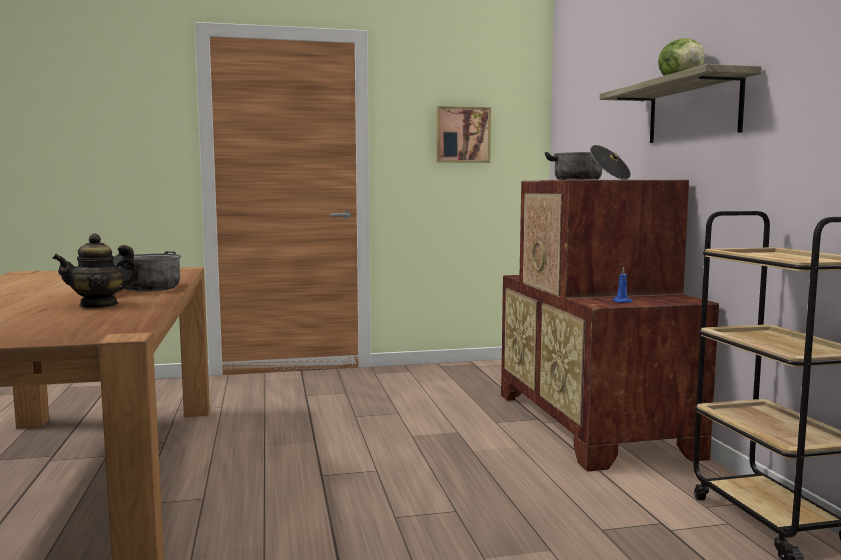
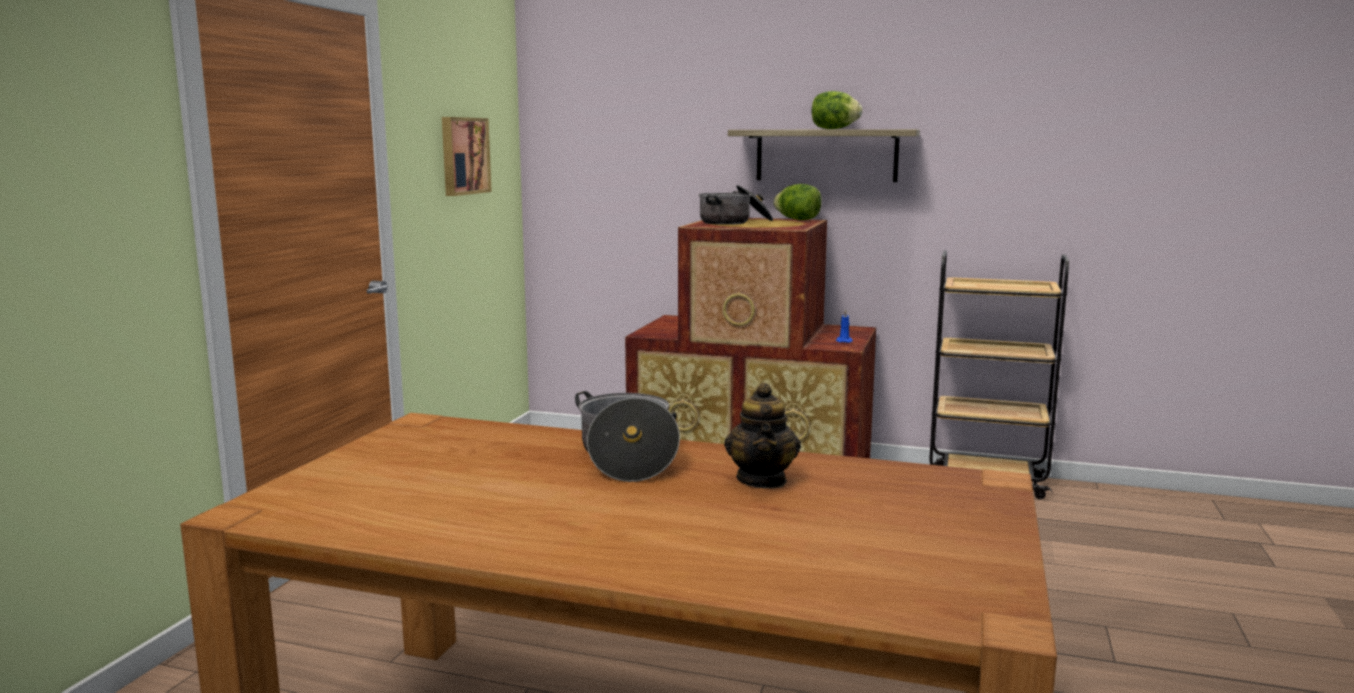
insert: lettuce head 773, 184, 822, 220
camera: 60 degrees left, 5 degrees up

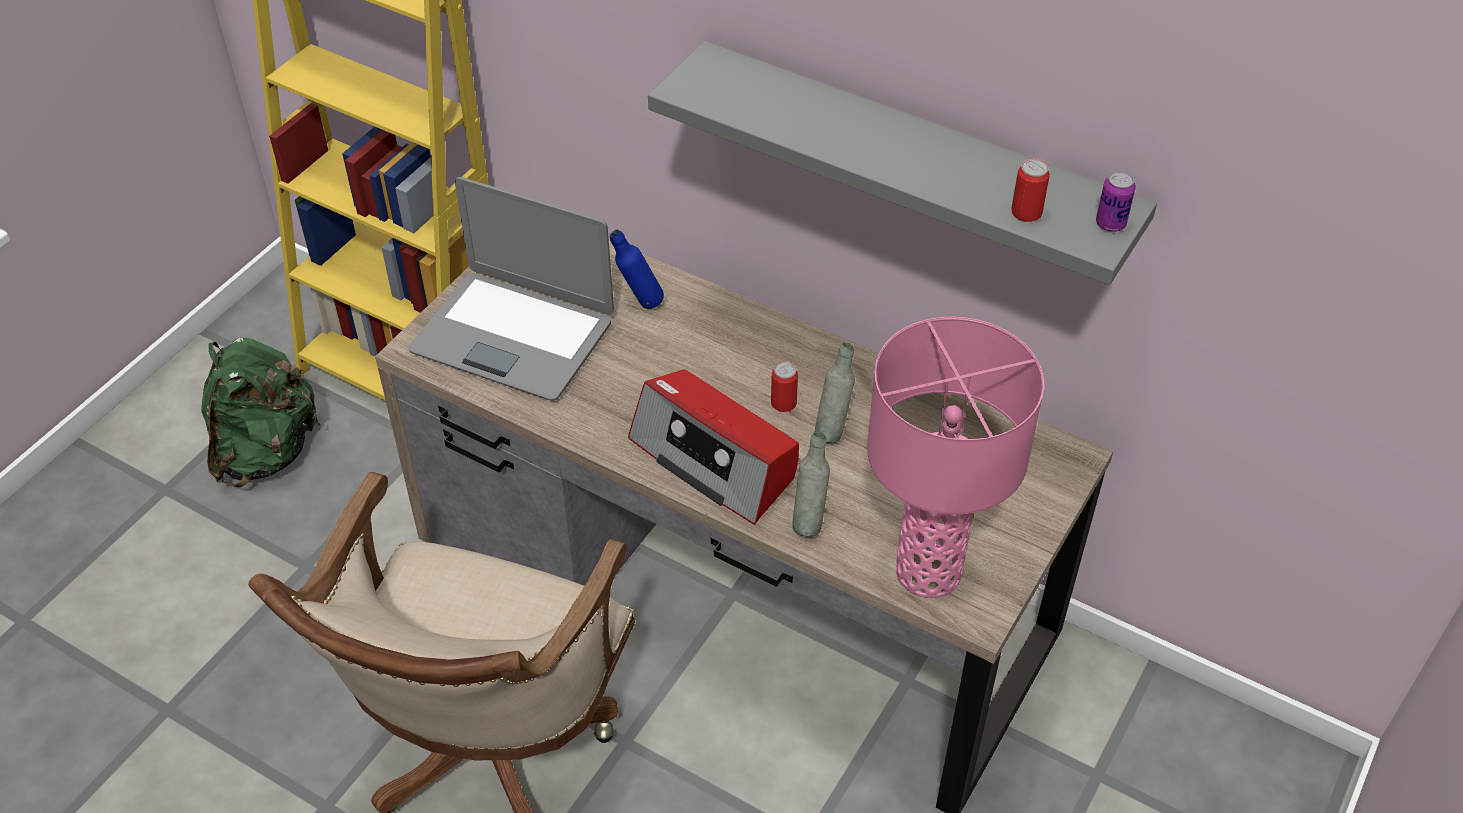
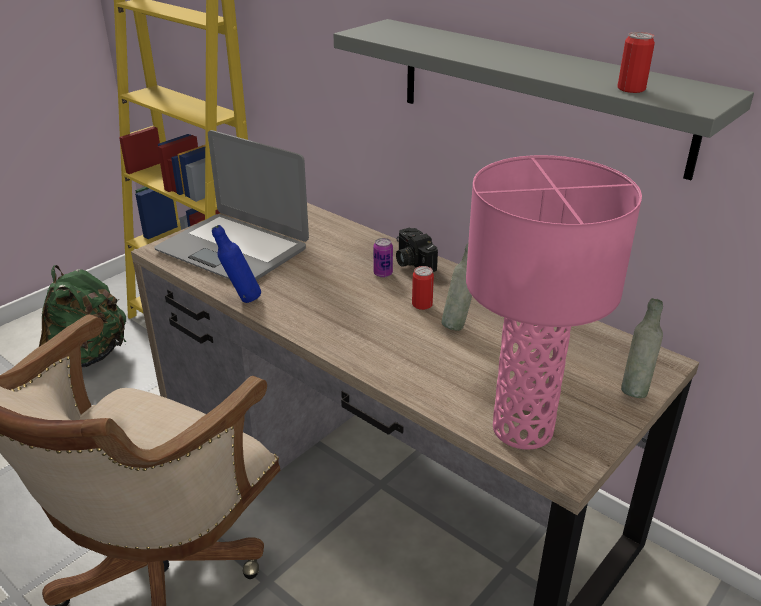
delete: radio 628, 369, 799, 525
insert: photo camera 396, 228, 438, 272
move: beverage bottle/blue 610, 230, 664, 309 to 212, 225, 261, 303; beverage bottle/grey 792, 432, 830, 537 to 621, 298, 663, 398; can 1096, 171, 1136, 232 to 373, 238, 393, 278
camera: 10 degrees right, 15 degrees down

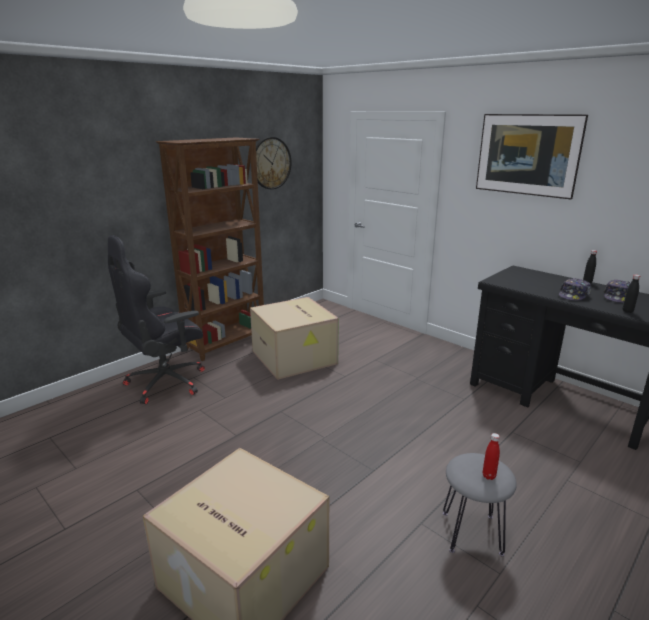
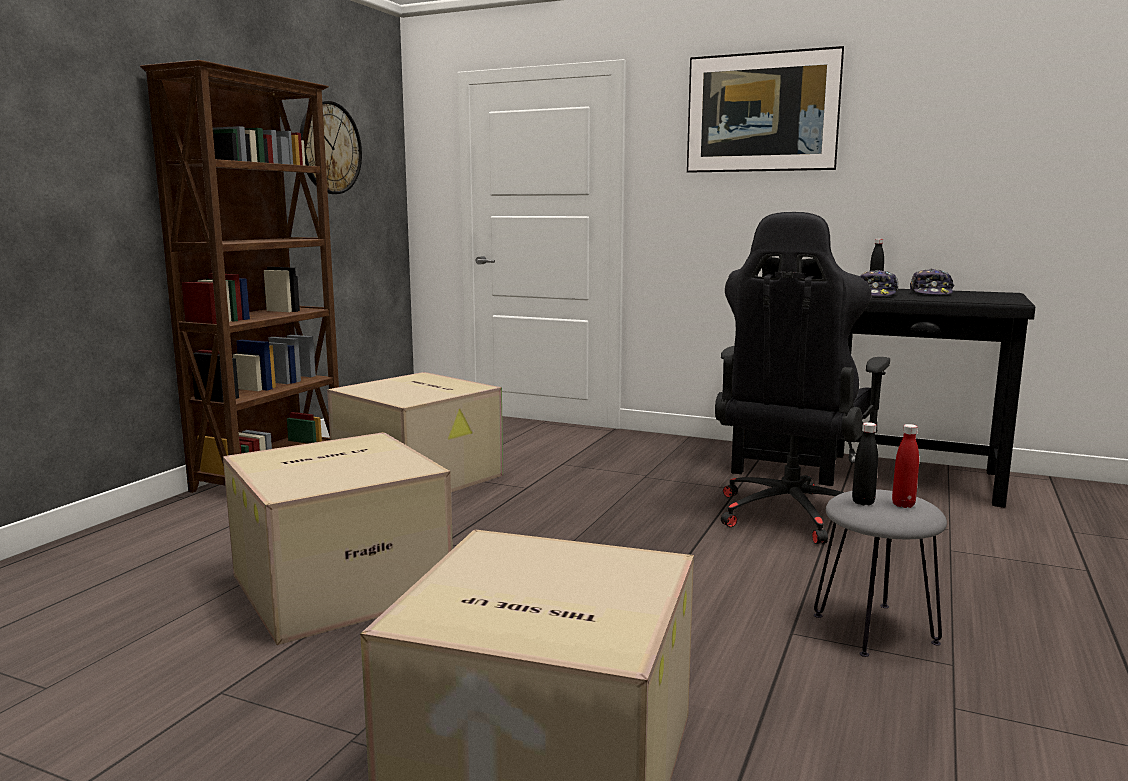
insert: cardboard box 223, 432, 453, 645
move: office chair/black 108, 235, 205, 404 to 715, 212, 890, 544; beverage bottle/black 623, 274, 640, 313 to 852, 422, 878, 505
camera: 20 degrees left, 10 degrees down

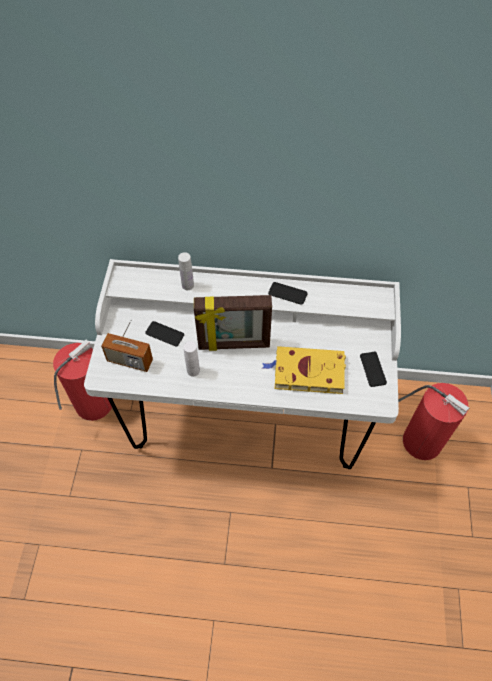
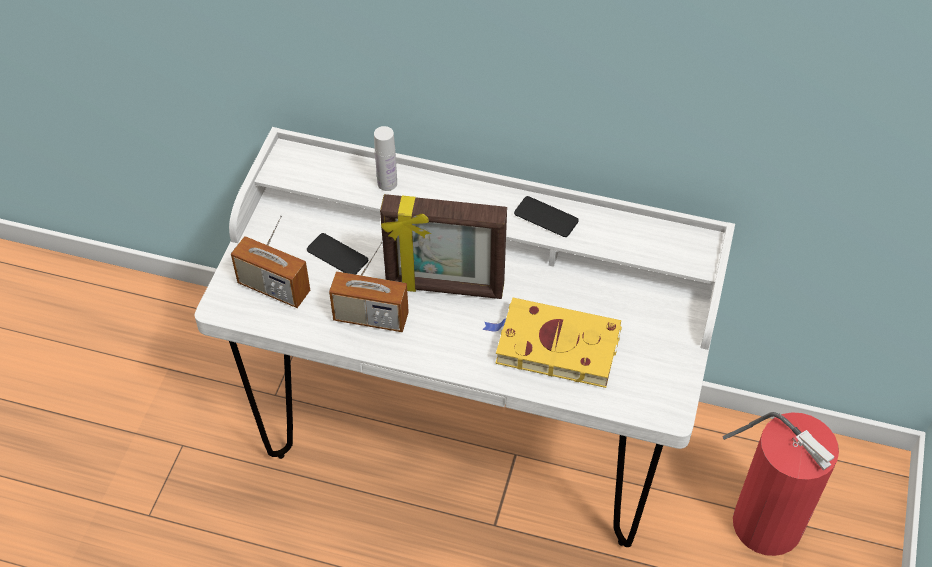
delete: fire-fighting cylinder 53, 339, 113, 421; phone 360, 352, 387, 387
replace: beverage bottle/white 183, 341, 200, 377 to radio 329, 241, 409, 332
camera: 10 degrees right, 5 degrees down

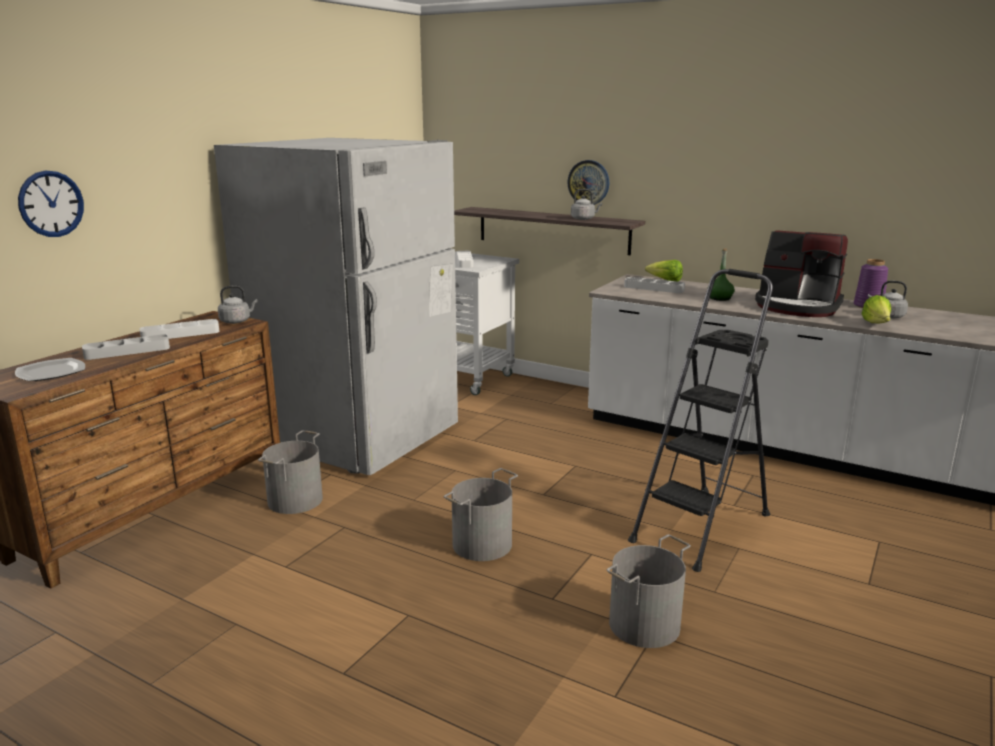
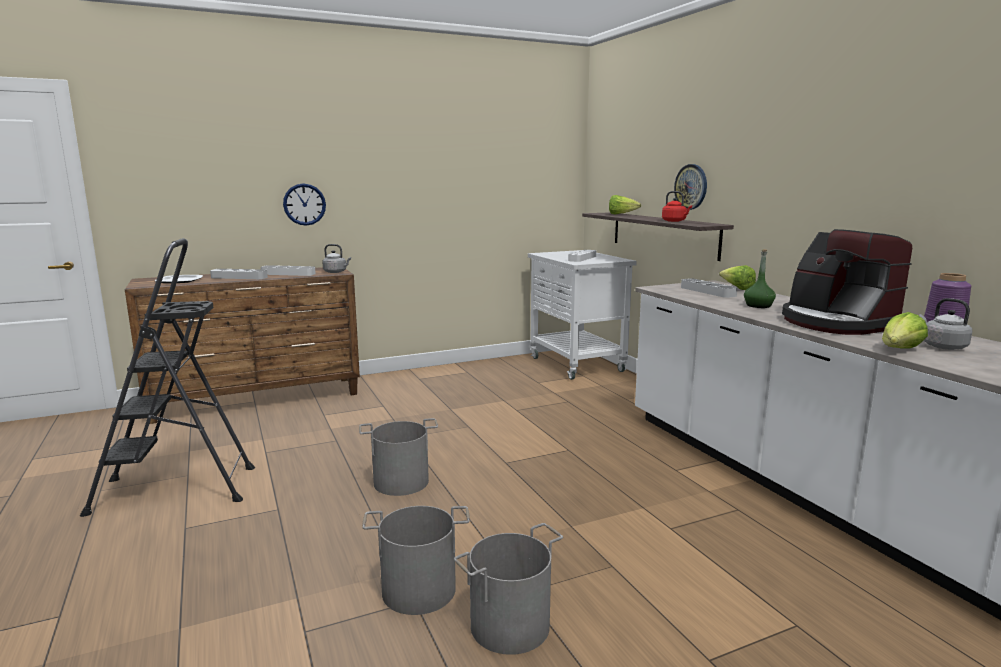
delete: fridge/white 214, 138, 458, 475
insert: lettuce head 609, 195, 641, 215
move: wall clock 18, 170, 84, 237 to 283, 183, 326, 226; water bucket/grey 258, 430, 323, 514 to 454, 523, 563, 655; step stool 628, 269, 773, 572 to 80, 238, 255, 517
recolor: kettle/grey 571, 189, 602, 220 to kettle/red 662, 191, 692, 222
camera: 35 degrees right, 5 degrees down

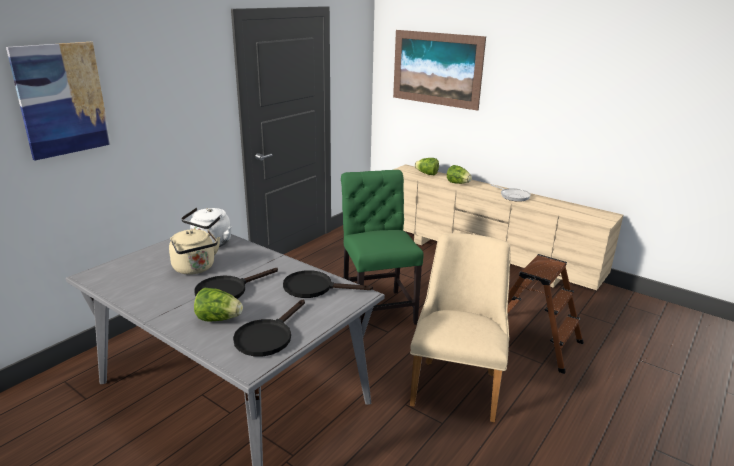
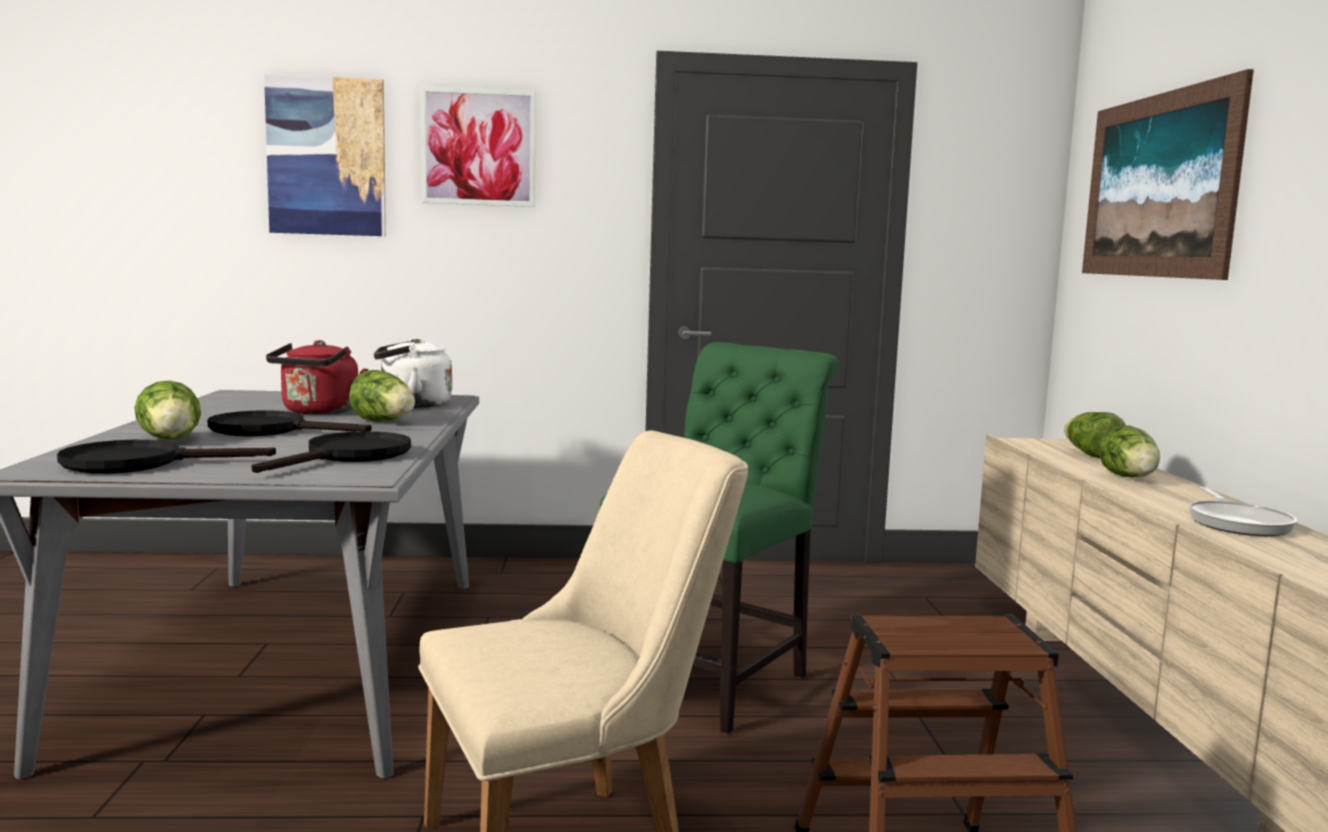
insert: lettuce head 349, 370, 415, 422; picture 421, 86, 536, 207
recolor: kettle/beige 169, 229, 220, 275 to kettle/red 266, 340, 368, 415
rotate: skillet/black 283, 270, 373, 298 = 252, 431, 411, 473 60 degrees clockwise
camera: 50 degrees right, 15 degrees down

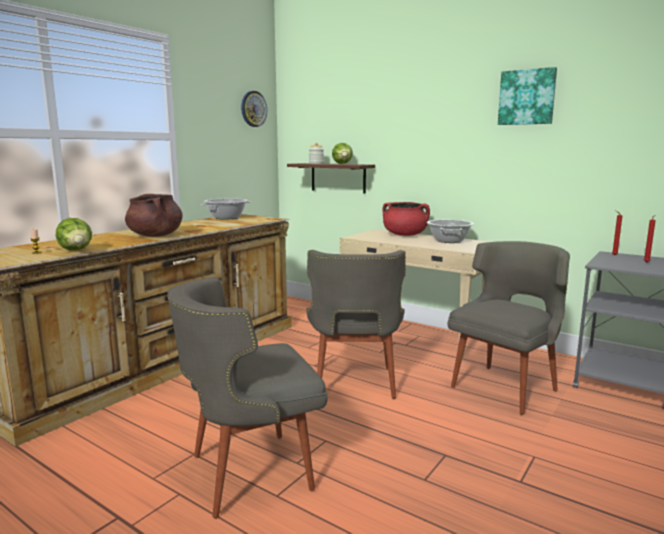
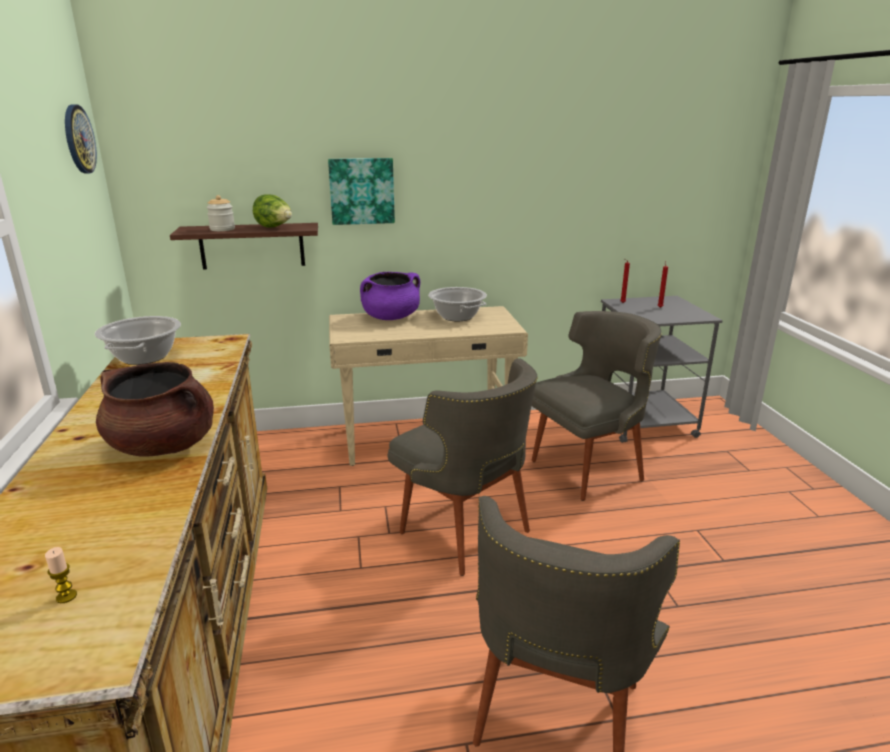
delete: lettuce head 56, 218, 92, 250
move: picture 498, 67, 557, 125 to 328, 158, 395, 225
recolor: cooking pot/red 382, 202, 430, 236 to cooking pot/purple 360, 272, 420, 320
rotate: plain chair/grey 448, 241, 570, 415 = 532, 311, 662, 501 60 degrees clockwise
camera: 45 degrees left, 10 degrees up

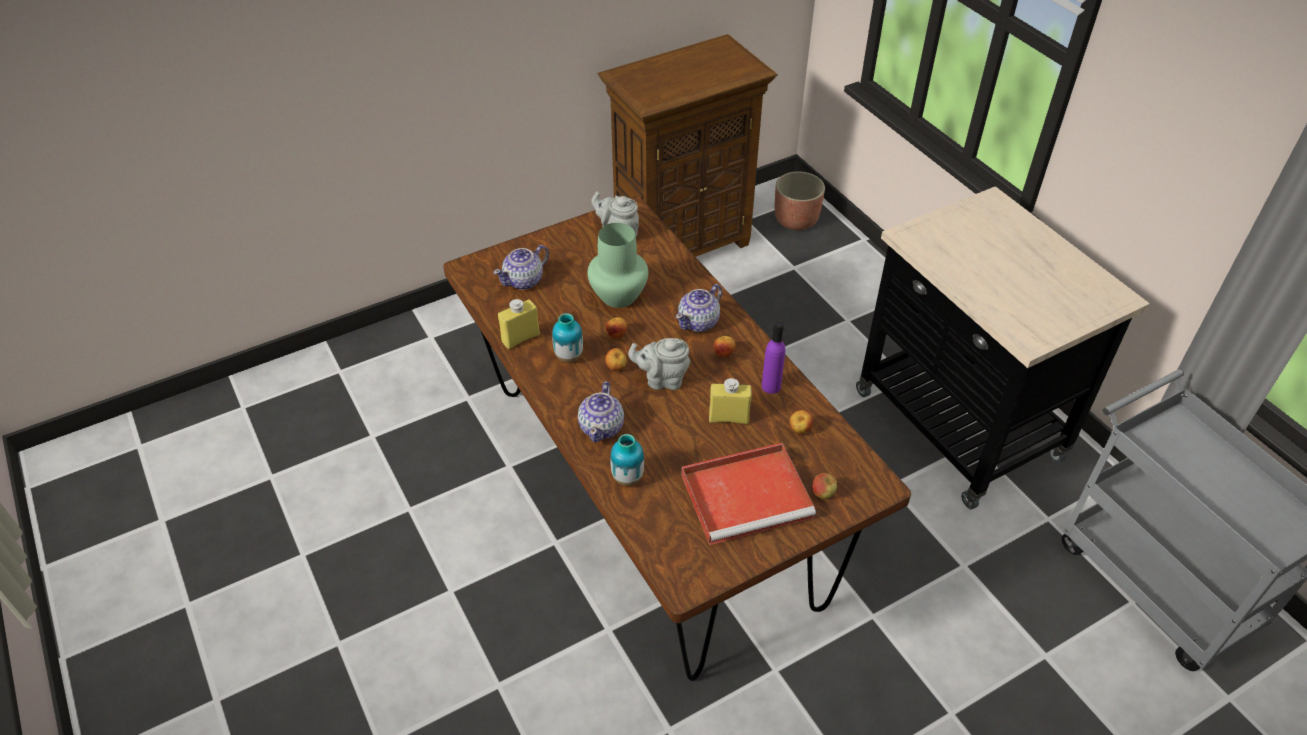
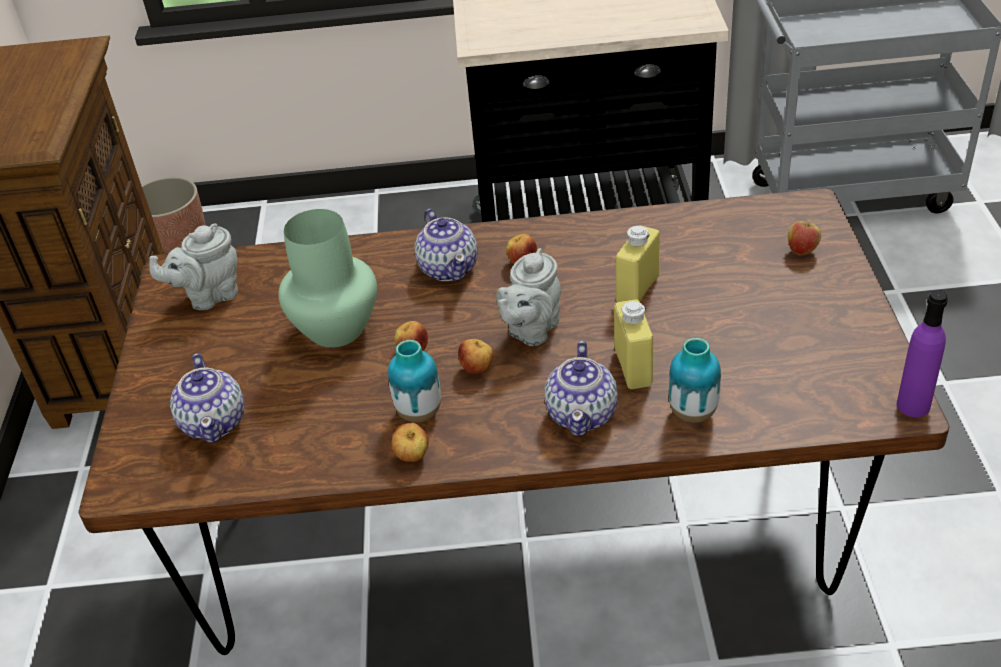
delete: tray/red 681, 443, 816, 545
move: beverage bottle/yellowish 498, 299, 540, 349 to 614, 299, 653, 389; beverage bottle/purple 762, 321, 785, 394 to 897, 290, 948, 417; whole apple 790, 410, 813, 434 to 392, 422, 429, 462
rotate: teapot 578, 381, 624, 443 = 545, 341, 618, 436 60 degrees clockwise
camera: 60 degrees left, 5 degrees down

